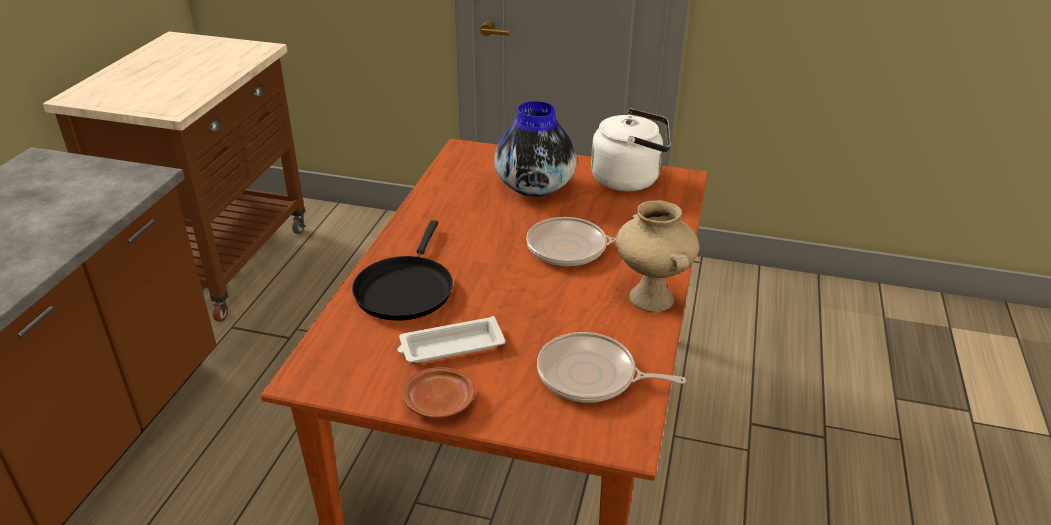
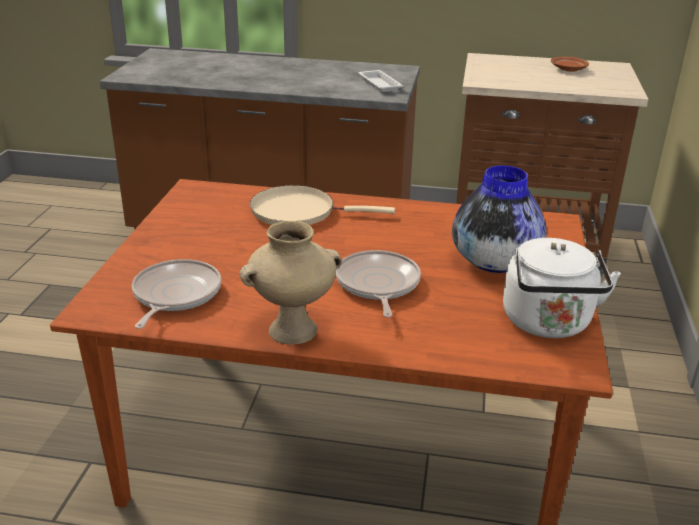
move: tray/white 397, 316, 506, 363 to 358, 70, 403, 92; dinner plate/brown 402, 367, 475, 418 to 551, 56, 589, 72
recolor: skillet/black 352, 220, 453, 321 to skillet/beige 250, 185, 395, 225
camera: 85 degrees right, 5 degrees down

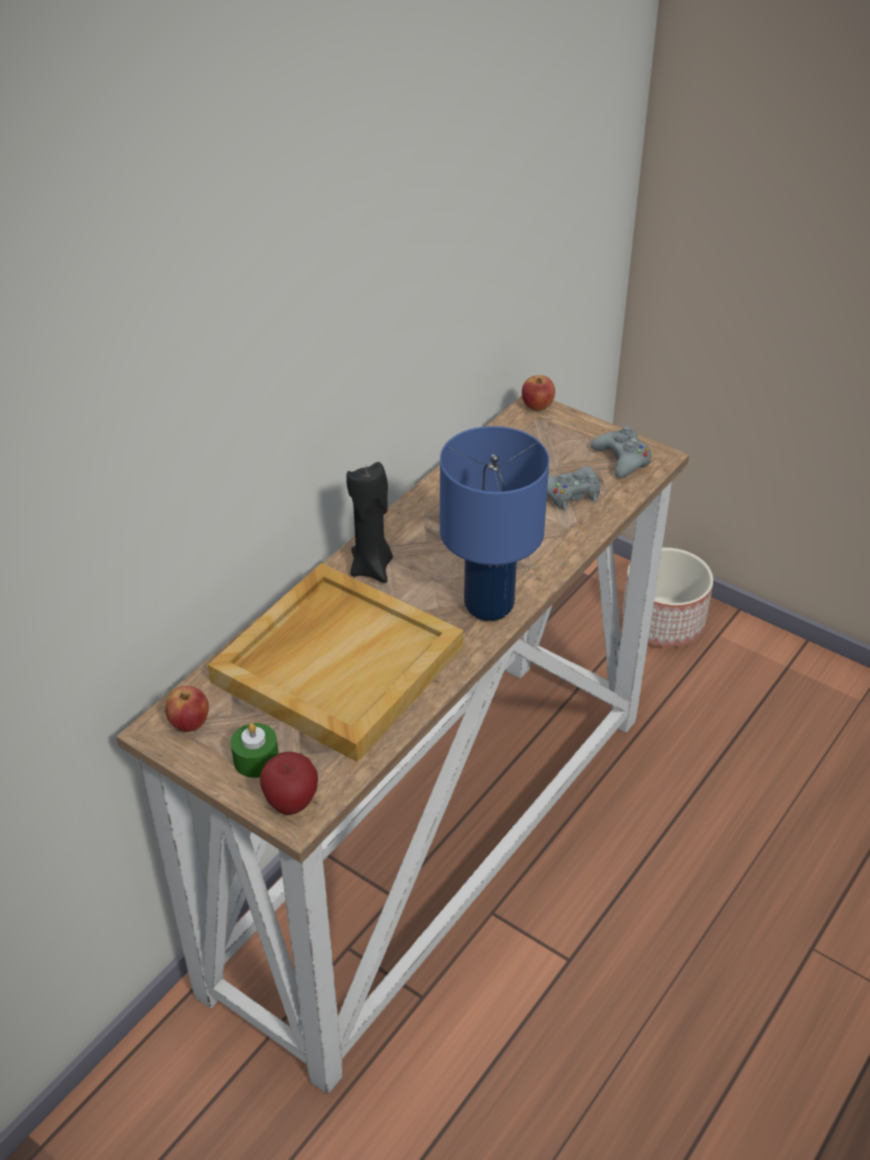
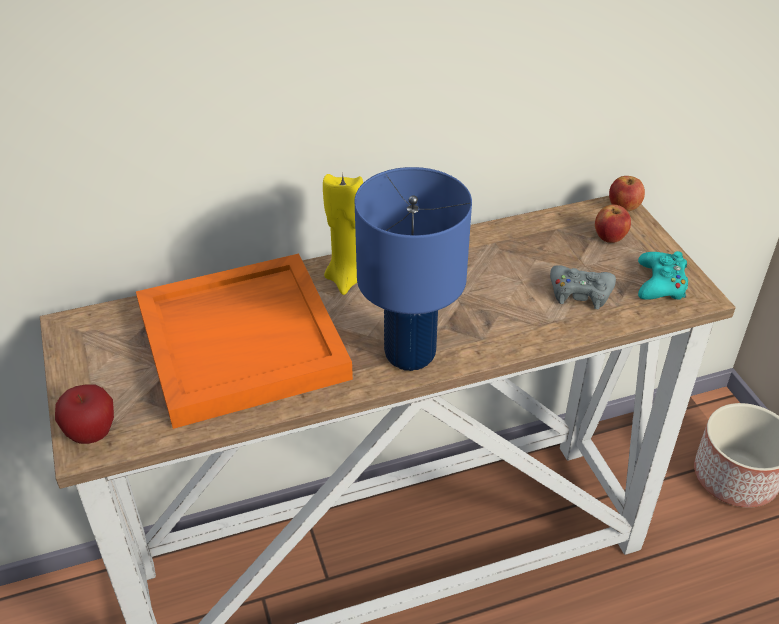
delete: wax candle/green-coloured 231, 723, 279, 778
move: whole apple 165, 686, 209, 732 to 595, 205, 631, 243
recolor: tray/beige 208, 563, 464, 762 to tray/orange-coloured 136, 254, 353, 429; wax candle/black 346, 462, 393, 583 to wax candle/yellowish 323, 172, 363, 295; gamepad/grey 591, 426, 651, 478 to gamepad/turquoise-coloured 638, 251, 688, 300
camera: 35 degrees right, 0 degrees up

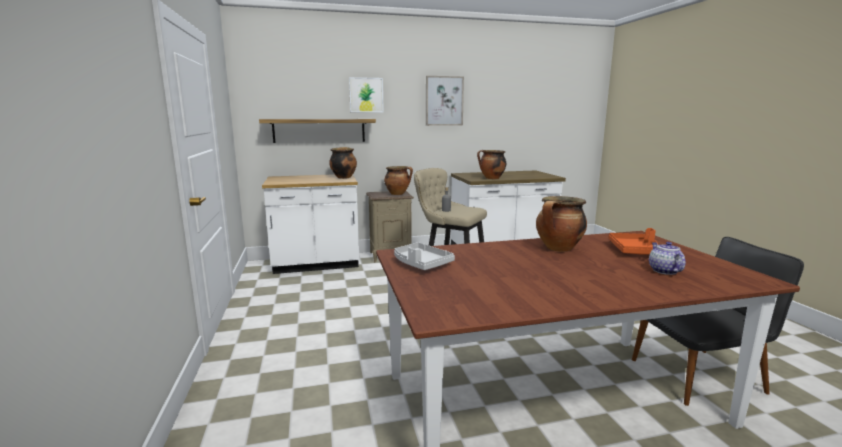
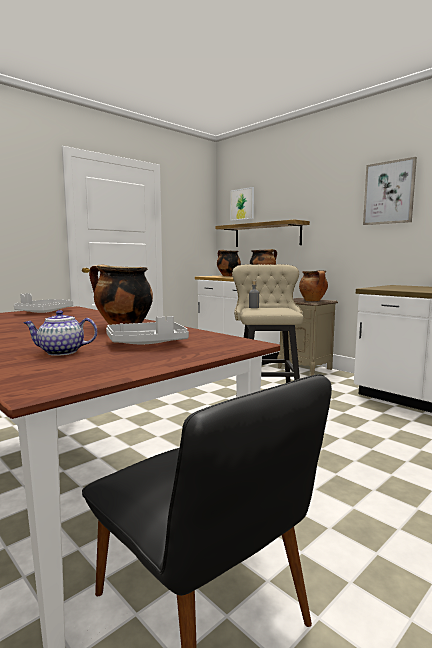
move: picture 349, 77, 384, 112 to 231, 187, 254, 221; cooking pot 477, 150, 506, 179 to 217, 250, 241, 277
recolor: tray/orange-coloured 609, 228, 658, 254 to tray/grey 106, 316, 189, 344
rotate: teapot 649, 242, 686, 275 = 23, 310, 97, 356 150 degrees counterclockwise
camera: 60 degrees right, 5 degrees down

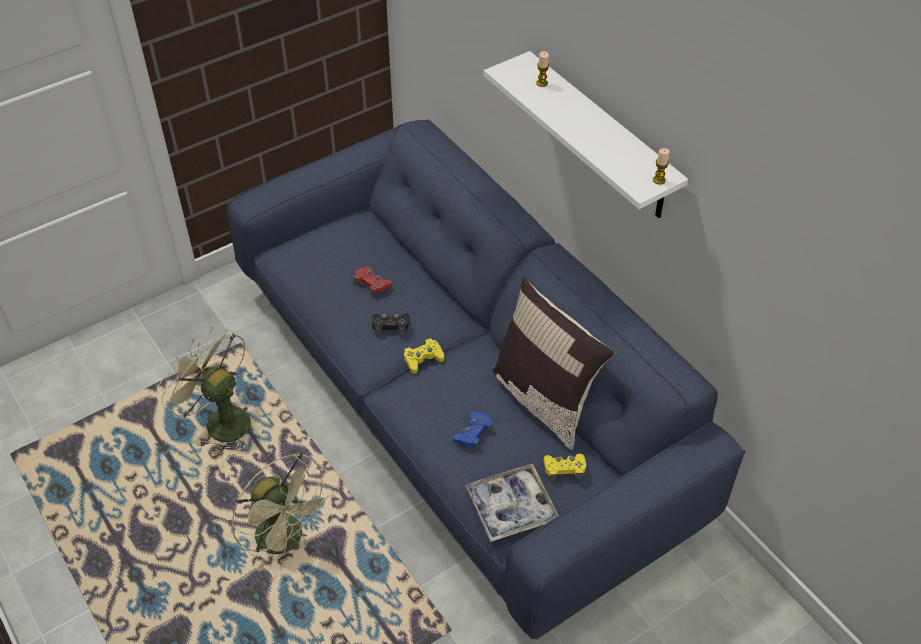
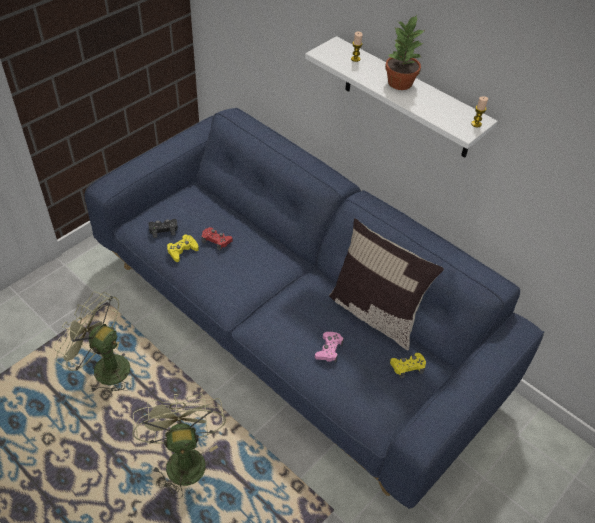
delete: tray 465, 464, 559, 542
insert: houseplant 385, 15, 424, 90
move: gamepad/black 372, 314, 409, 336 to 148, 219, 178, 238; gamepad/yellowish 404, 338, 444, 374 to 167, 234, 199, 262
recolor: gamepad/blue 453, 412, 493, 450 to gamepad/pinkish 315, 332, 344, 363
rotate: electric fan/green-coloured 231, 453, 334, 572 = 132, 393, 226, 499 135 degrees counterclockwise
camera: 15 degrees left, 0 degrees up

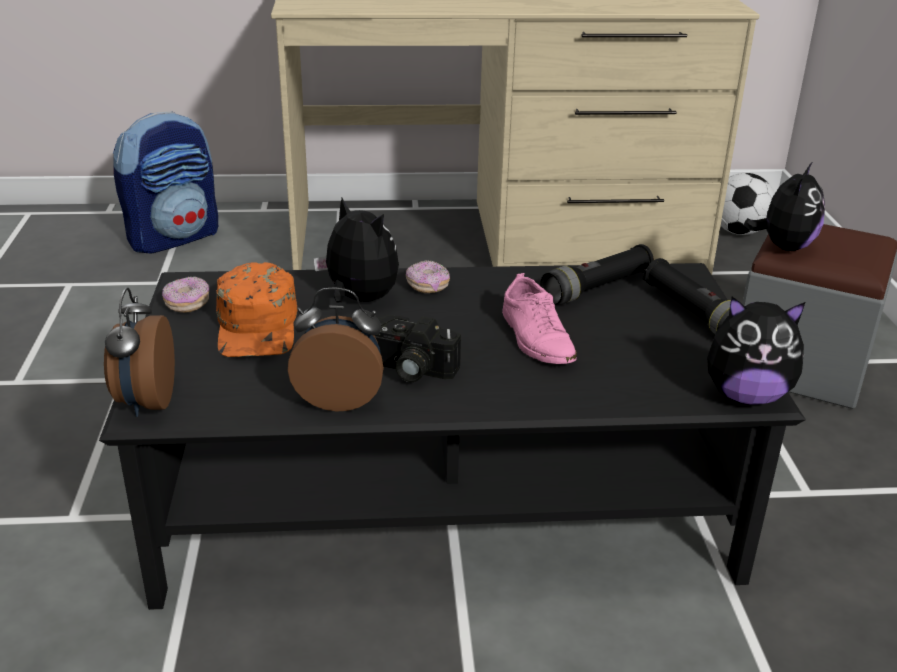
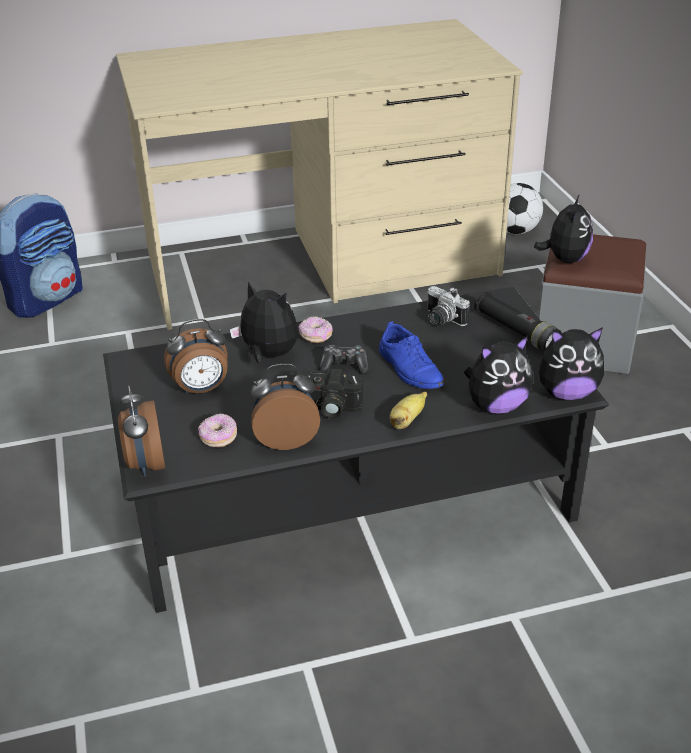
insert: gamepad 319, 345, 369, 374; banana 390, 392, 427, 429; plush toy 464, 336, 533, 414
move: doughnut 162, 277, 209, 313 to 198, 414, 237, 447
replace: cap/orange-coloured 216, 262, 298, 357 to table clock 164, 319, 228, 394; flashlight/black 540, 244, 654, 305 to photo camera 427, 286, 470, 326
recolor: shoe/pinkish 502, 273, 577, 364 to shoe/blue 379, 321, 444, 389
camera: 10 degrees left, 5 degrees up

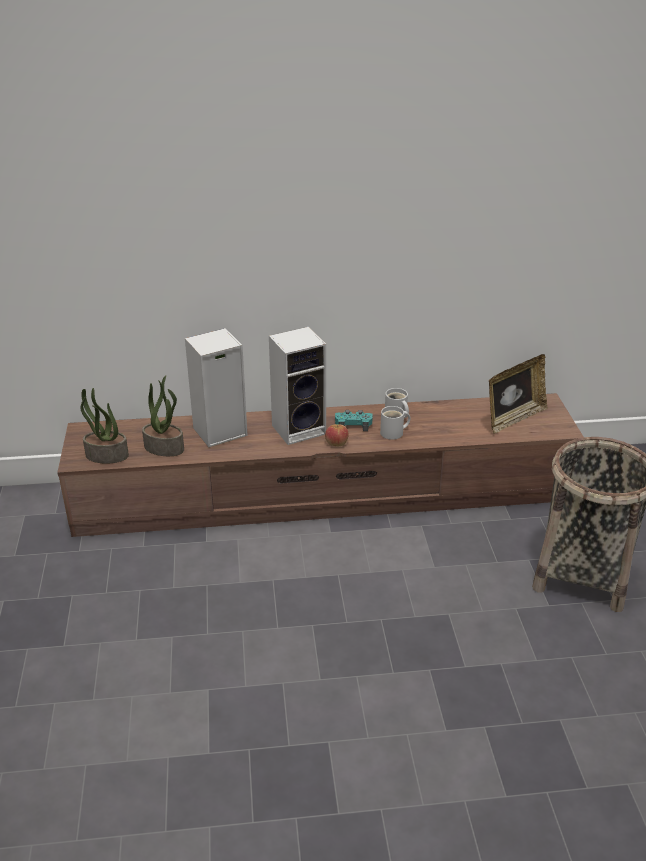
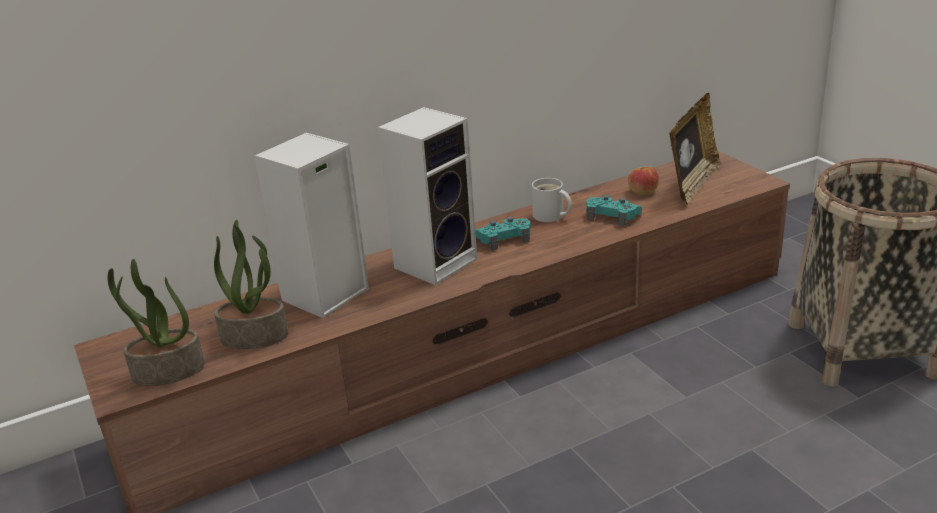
delete: mug/white 380, 406, 410, 440
insert: gamepad/turquoise-coloured 586, 194, 642, 227
move: whole apple 325, 424, 349, 446 to 628, 167, 659, 195
camera: 20 degrees left, 5 degrees down

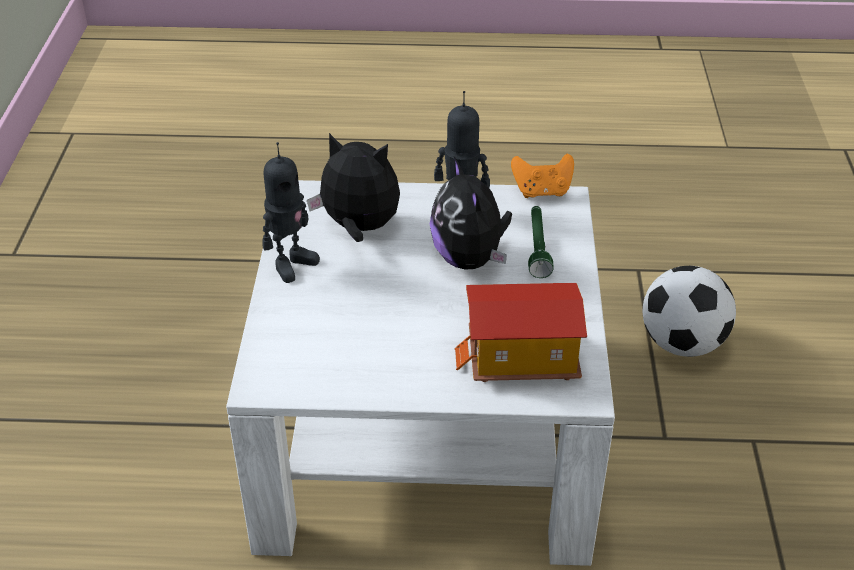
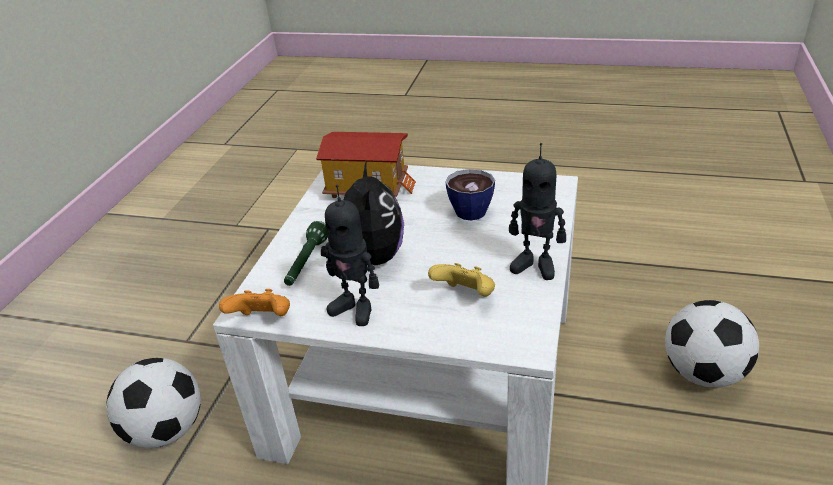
insert: small cup 445, 169, 495, 220; ball for football 665, 300, 759, 388
replace: plush toy 307, 133, 400, 242 to gamepad/yellowish 428, 263, 495, 297
rotate: model robot 262, 142, 320, 283 = 509, 143, 566, 280 120 degrees counterclockwise
camera: 165 degrees left, 5 degrees down

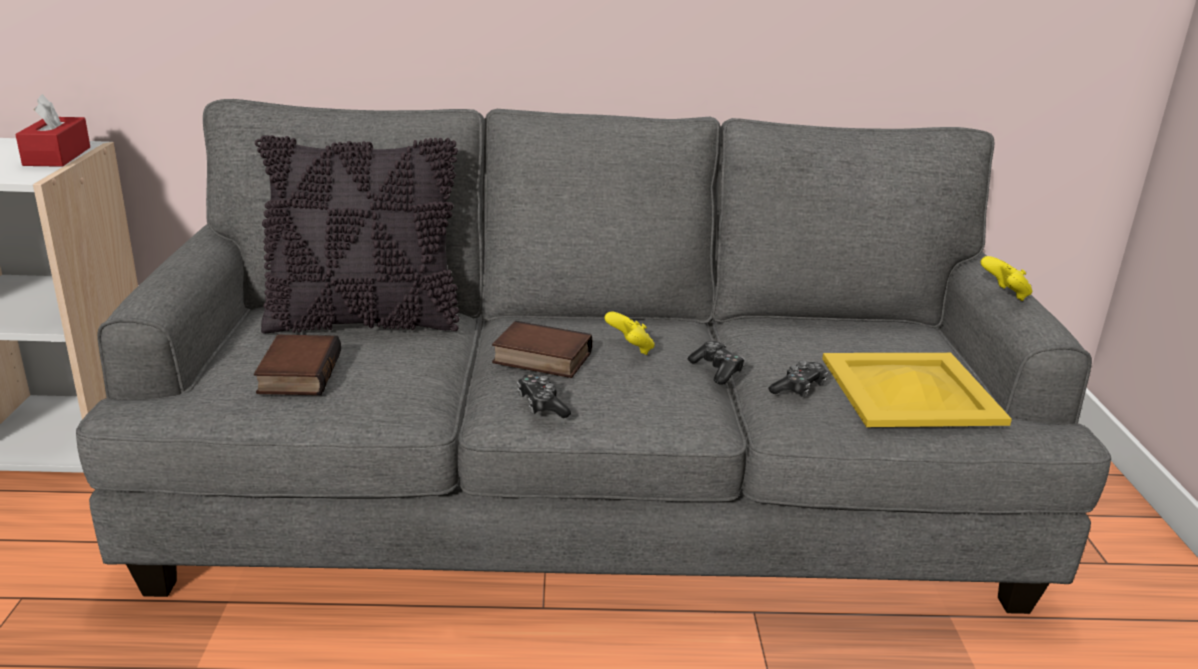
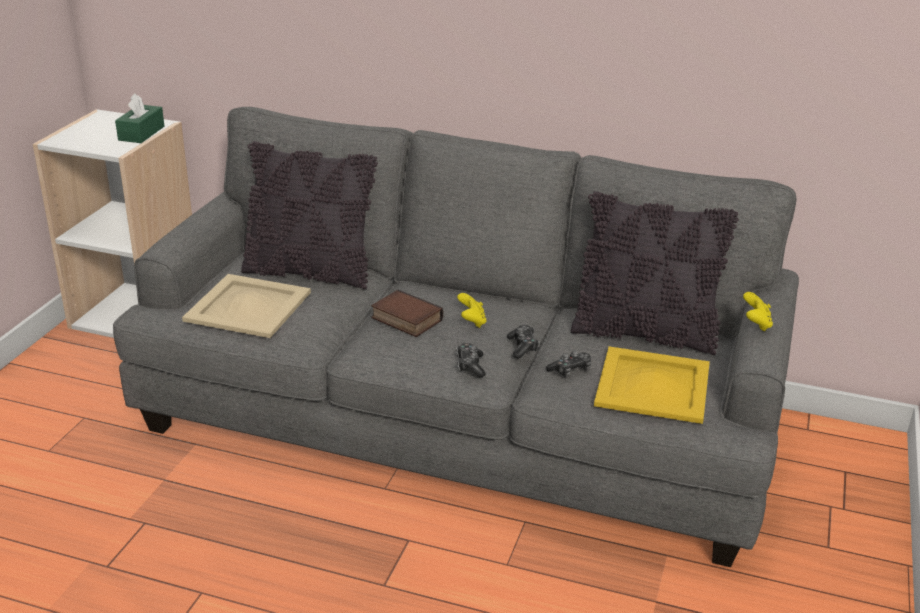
insert: pillow/black 571, 191, 739, 355
move: gamepad 517, 374, 571, 418 to 456, 343, 486, 378
replace: volume 254, 335, 341, 395 to tray/beige 182, 274, 311, 338
recolor: box of tissues/red 15, 94, 90, 167 to box of tissues/green-coloured 115, 93, 164, 143
camera: 20 degrees right, 5 degrees up

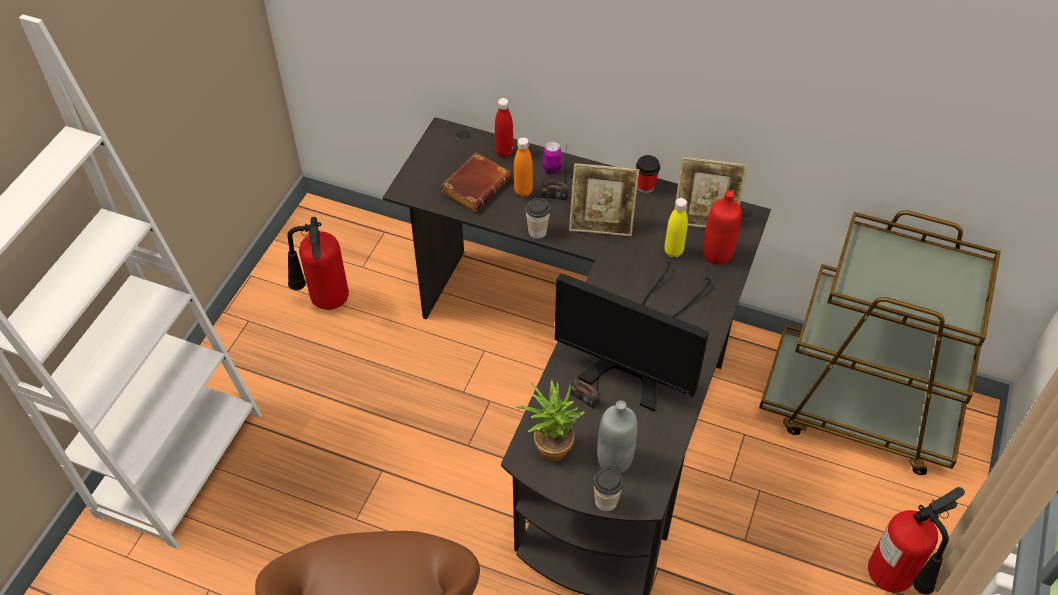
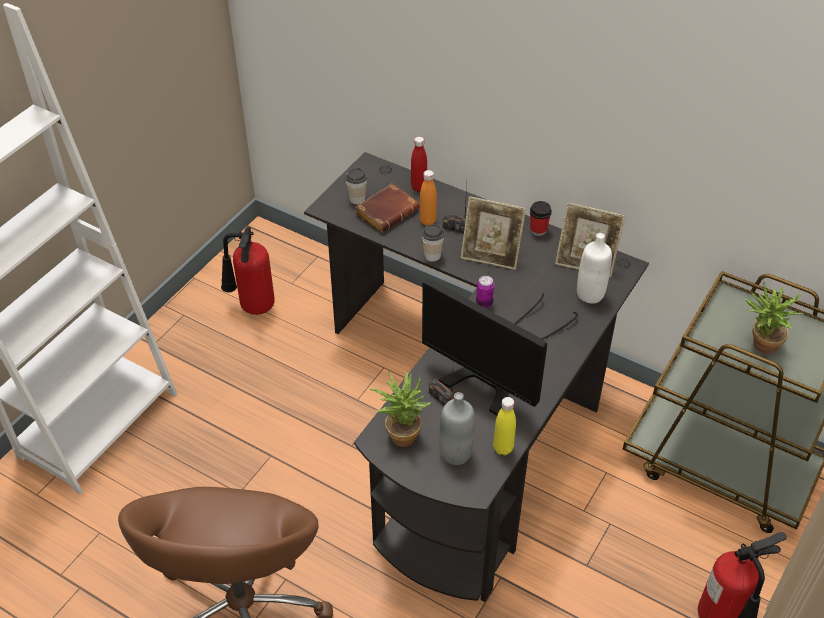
insert: houseplant 744, 281, 803, 354
move: can 543, 142, 561, 175 to 476, 276, 494, 308; small cup 593, 468, 623, 512 to 346, 168, 367, 205; beverage bottle/yellowish 664, 198, 688, 257 to 493, 397, 516, 455
recolor: beverage bottle/red 703, 190, 742, 265 to beverage bottle/white 577, 233, 612, 304
camera: 10 degrees right, 5 degrees down

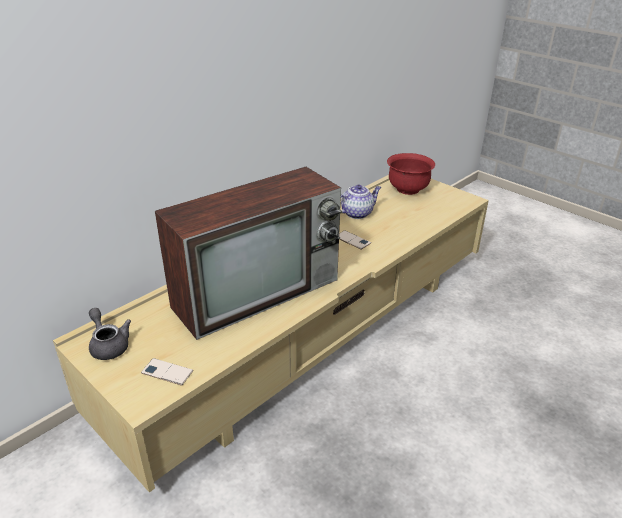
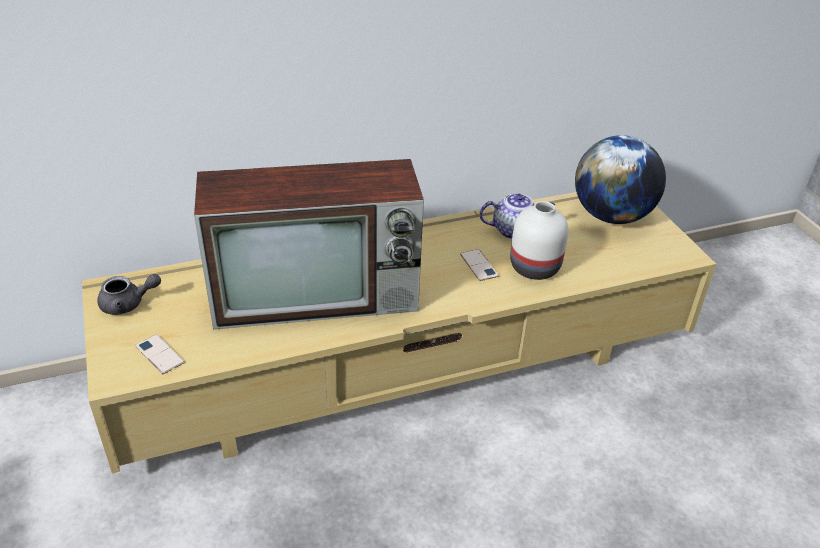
insert: decorative vase/white 510, 201, 569, 280
replace: bowl/red 387, 153, 435, 195 to globe 575, 135, 666, 224
rotate: teapot/grey 89, 308, 131, 360 = 97, 274, 161, 315 90 degrees clockwise
camera: 25 degrees right, 5 degrees up

